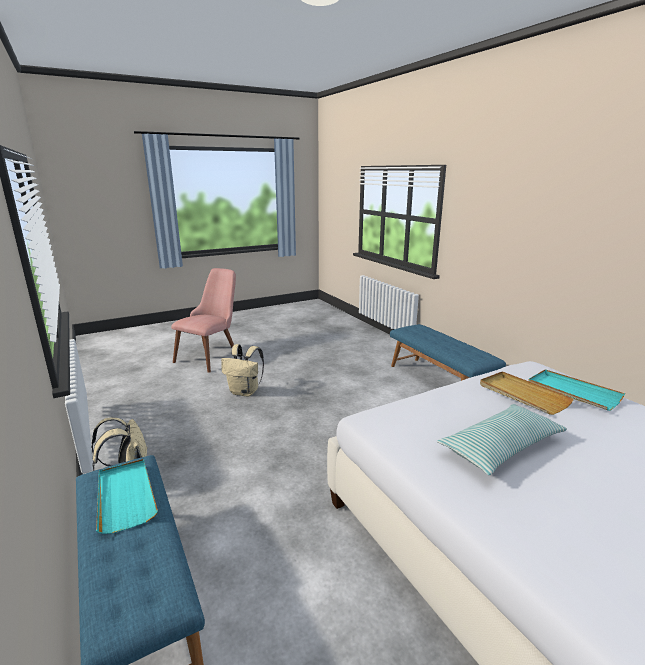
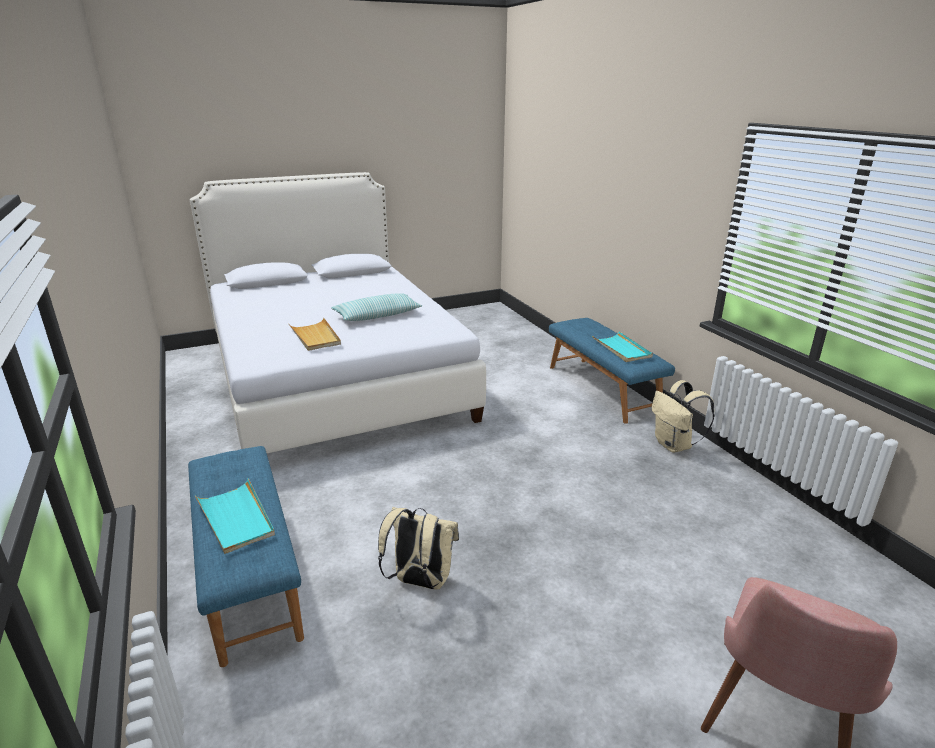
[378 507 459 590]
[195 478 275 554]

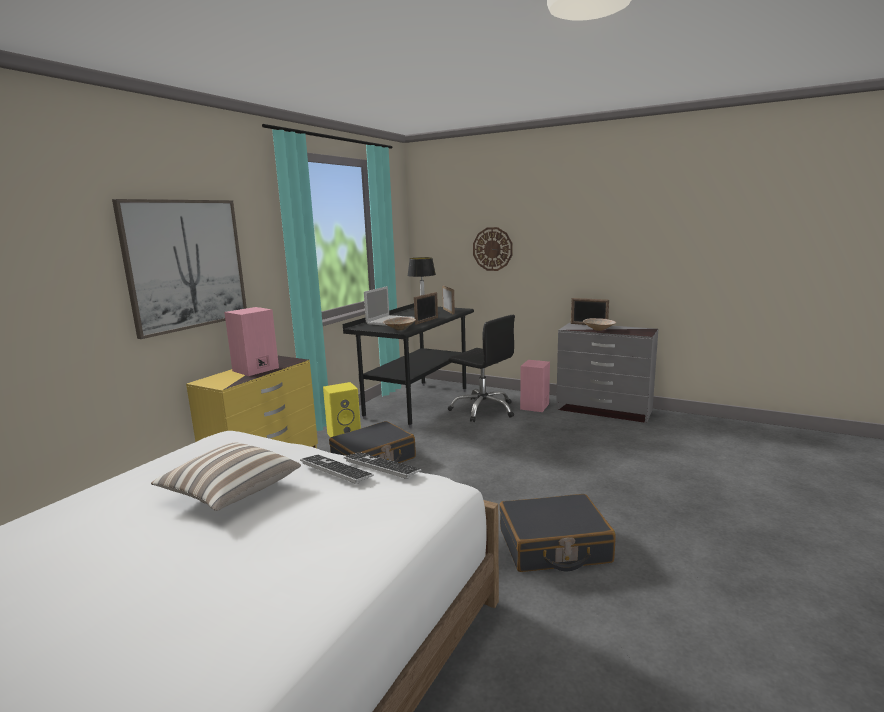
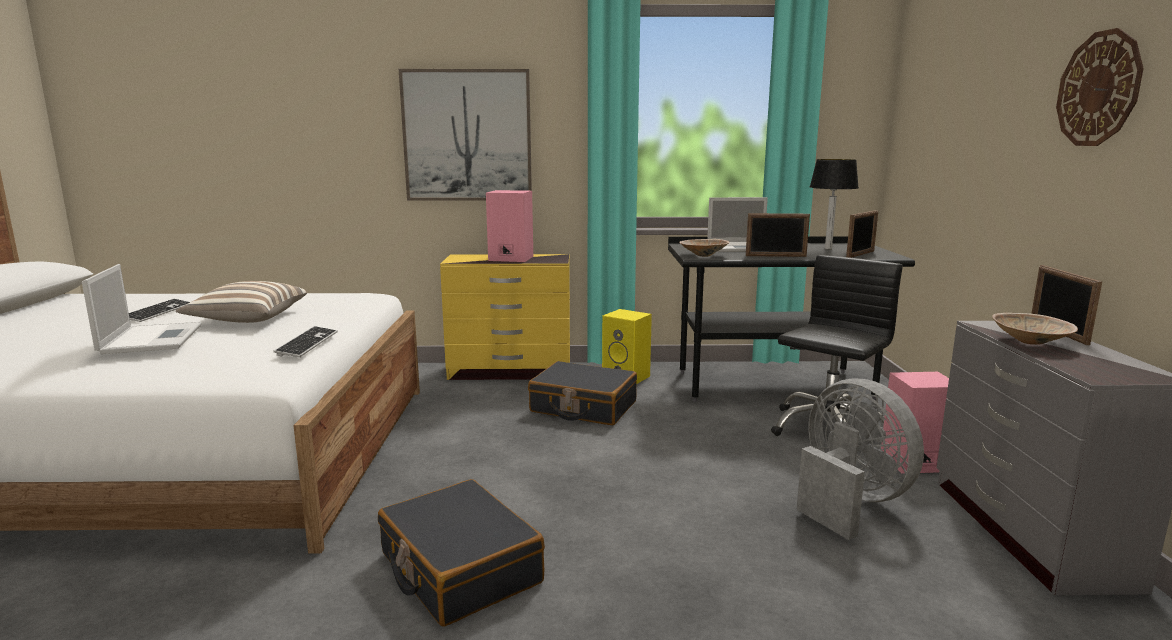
[129 299 190 322]
[771 255 903 436]
[1056 28 1144 146]
[82 264 201 354]
[797 378 924 540]

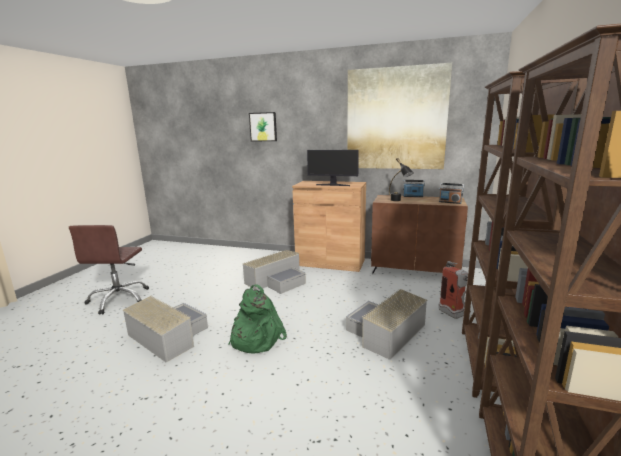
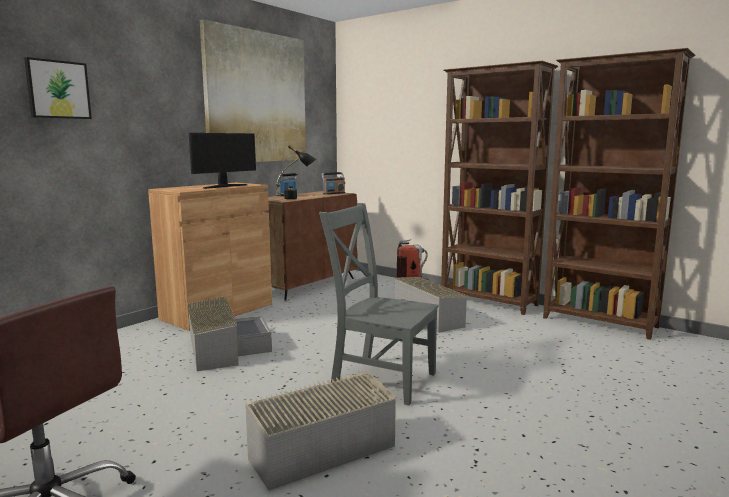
[319 203 439 405]

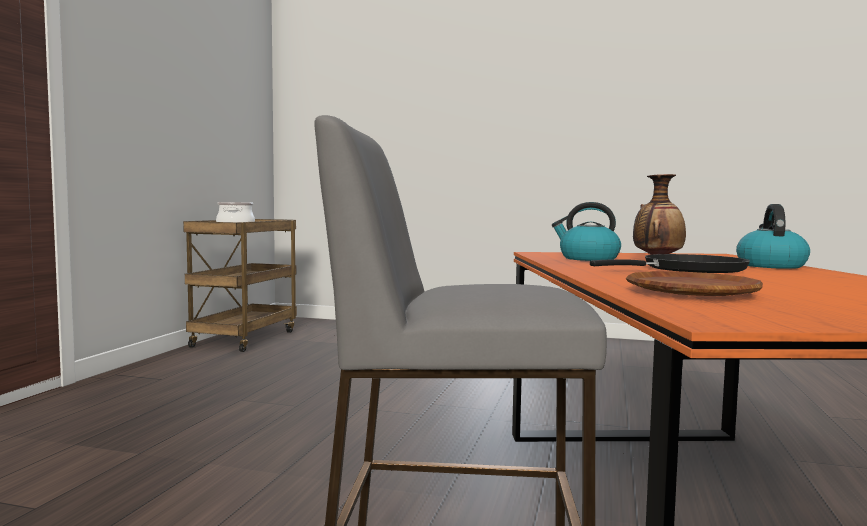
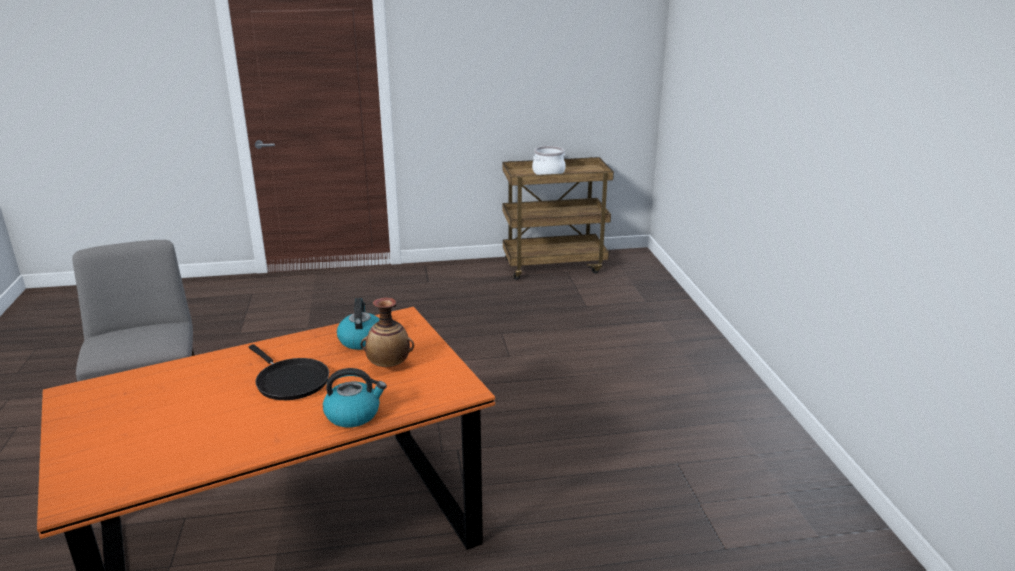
[626 271 763 296] (first image)

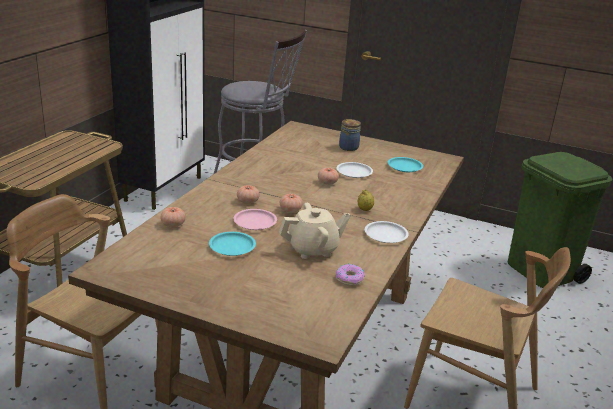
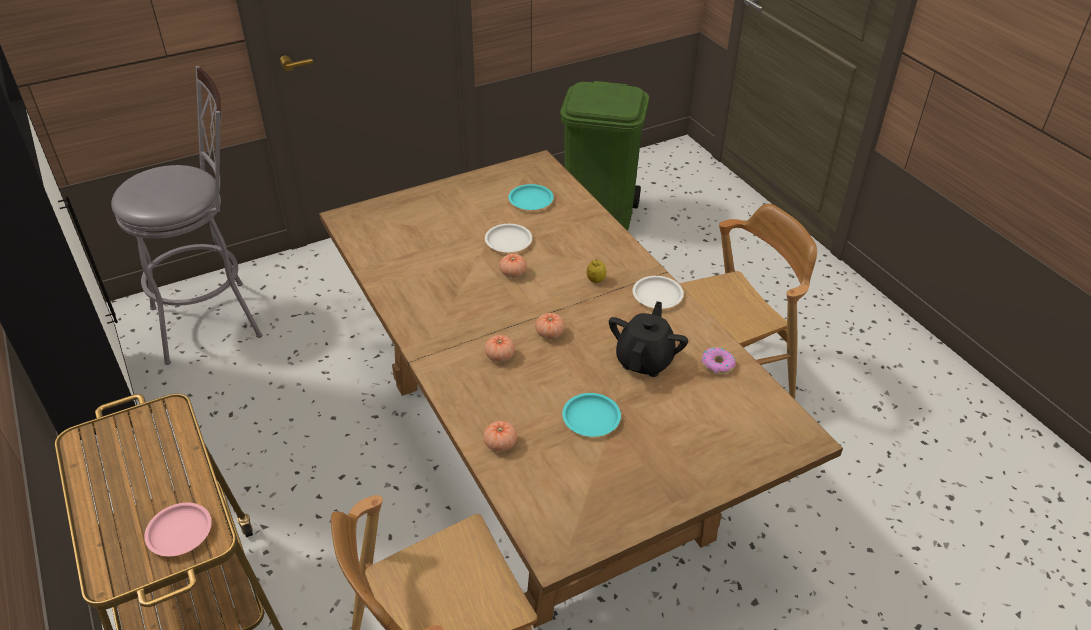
[144 502 212 556]
[609 301 688 377]
[339 119 361 151] (first image)

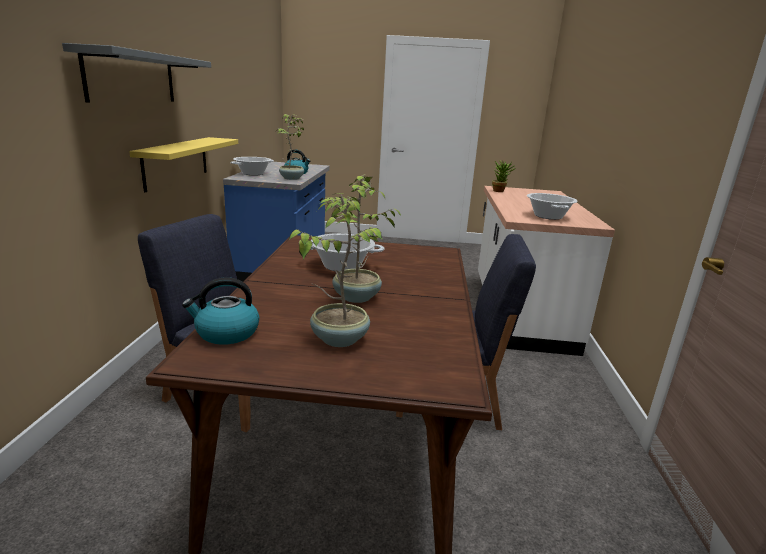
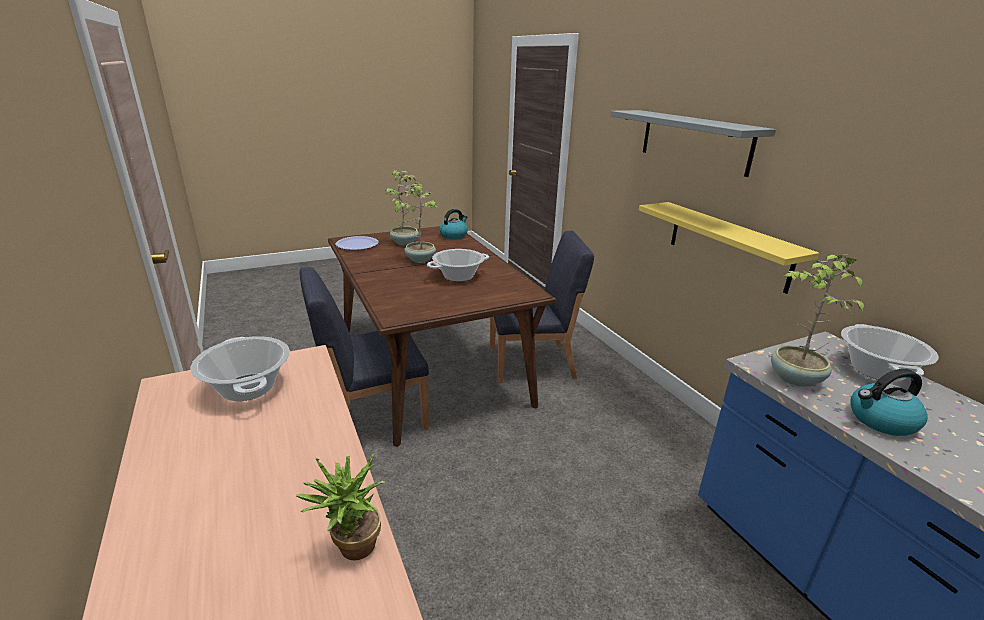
[336 236 379 250]

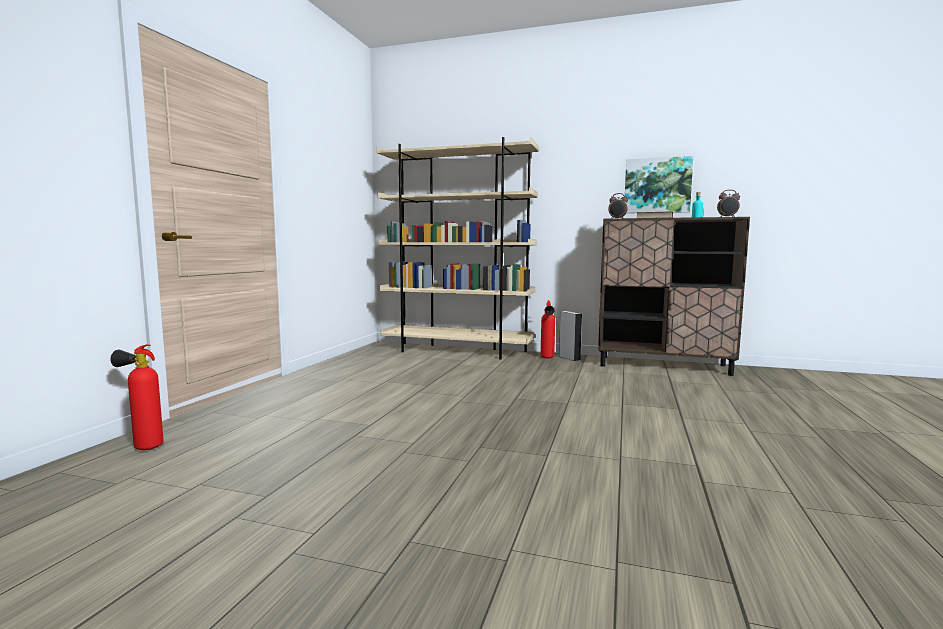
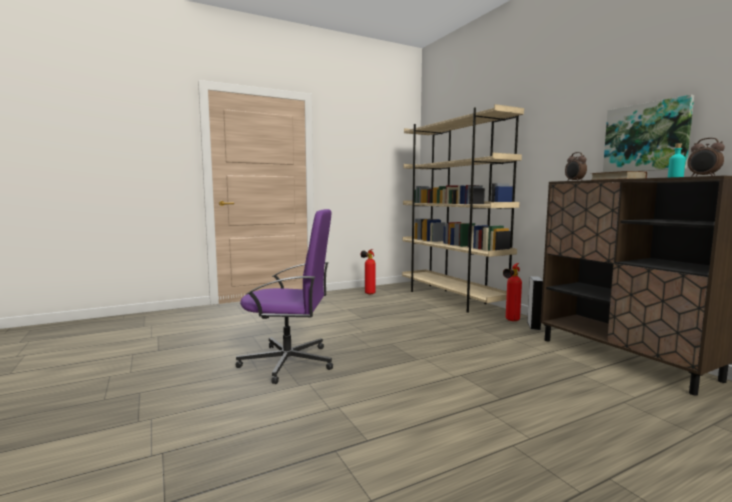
[361 249 376 294]
[235 209 333 384]

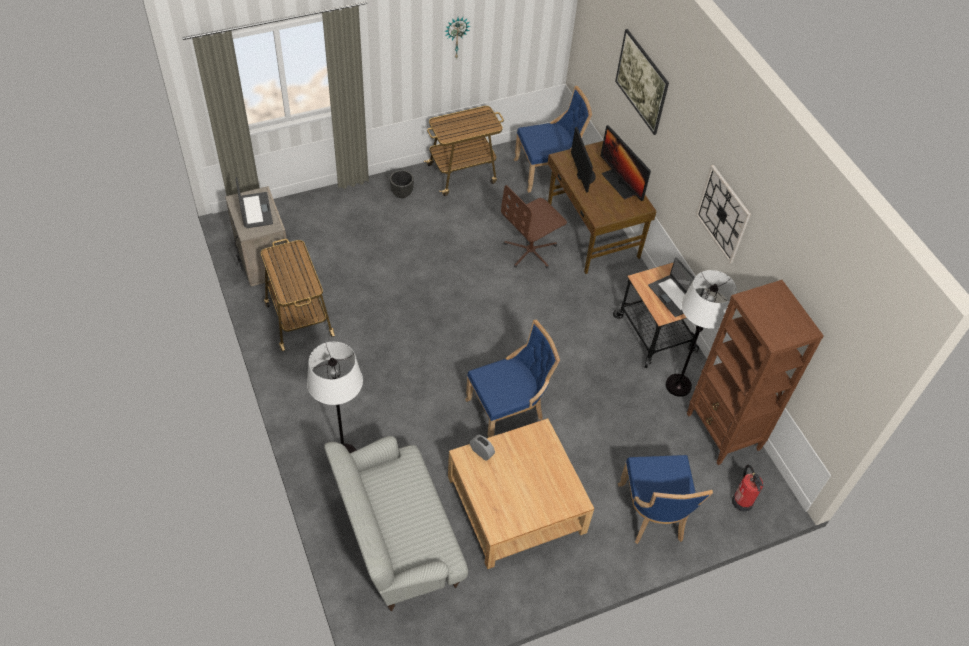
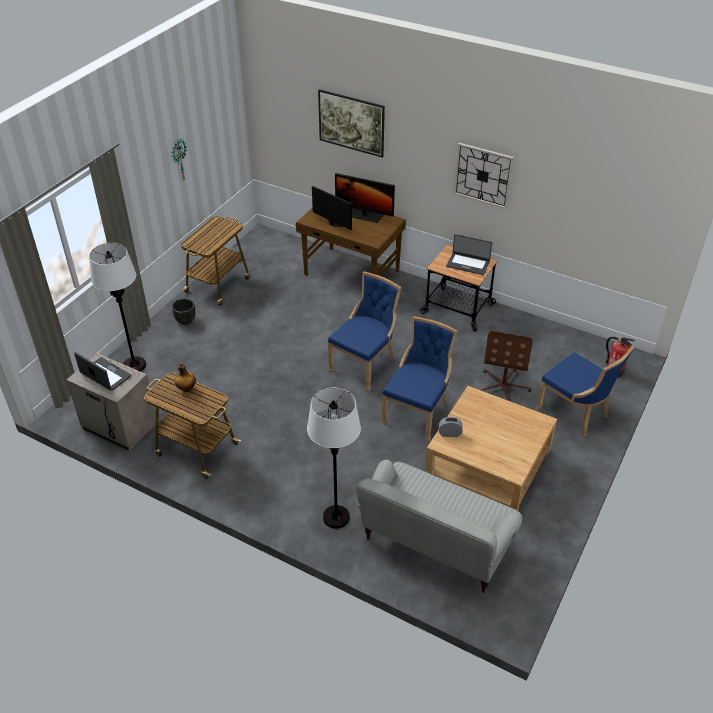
[481 331 533 401]
[328 271 402 391]
[89 243 146 372]
[687 280 824 465] (first image)
[175 364 196 392]

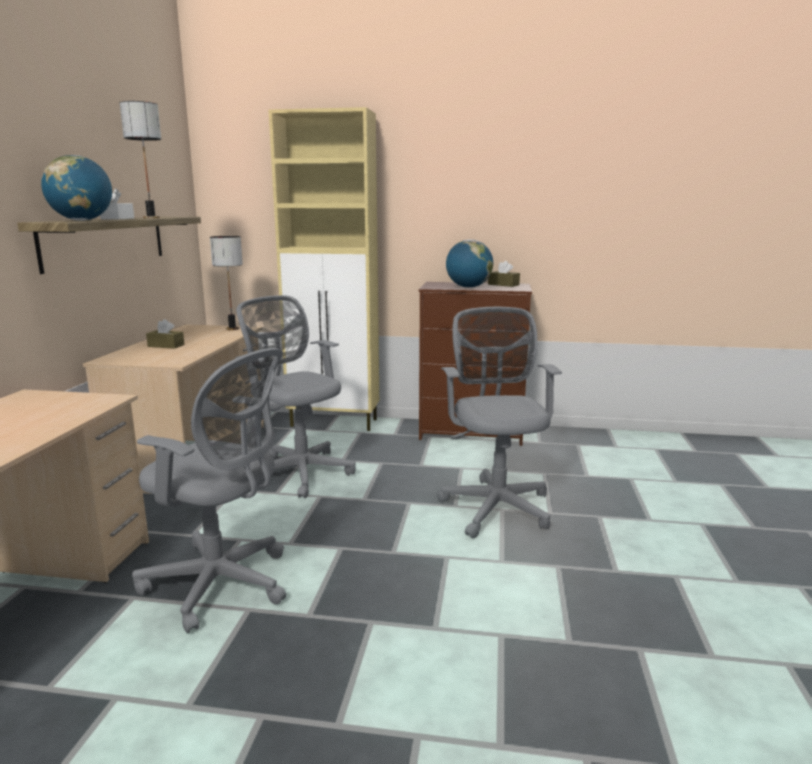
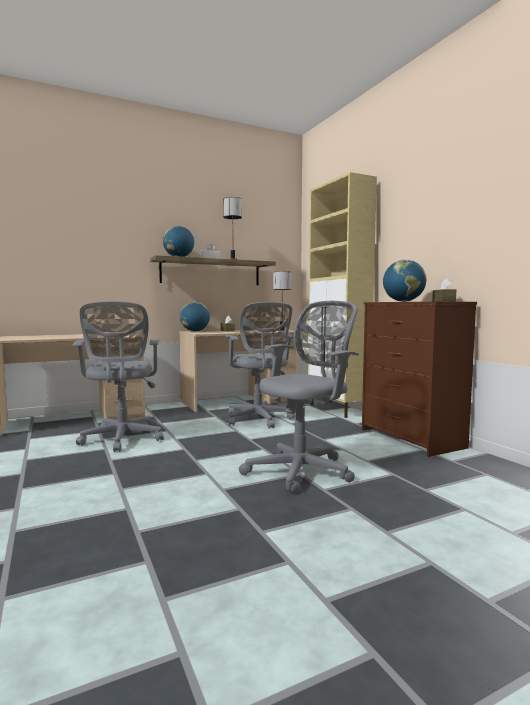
[225 302 295 429]
[180 301 210 331]

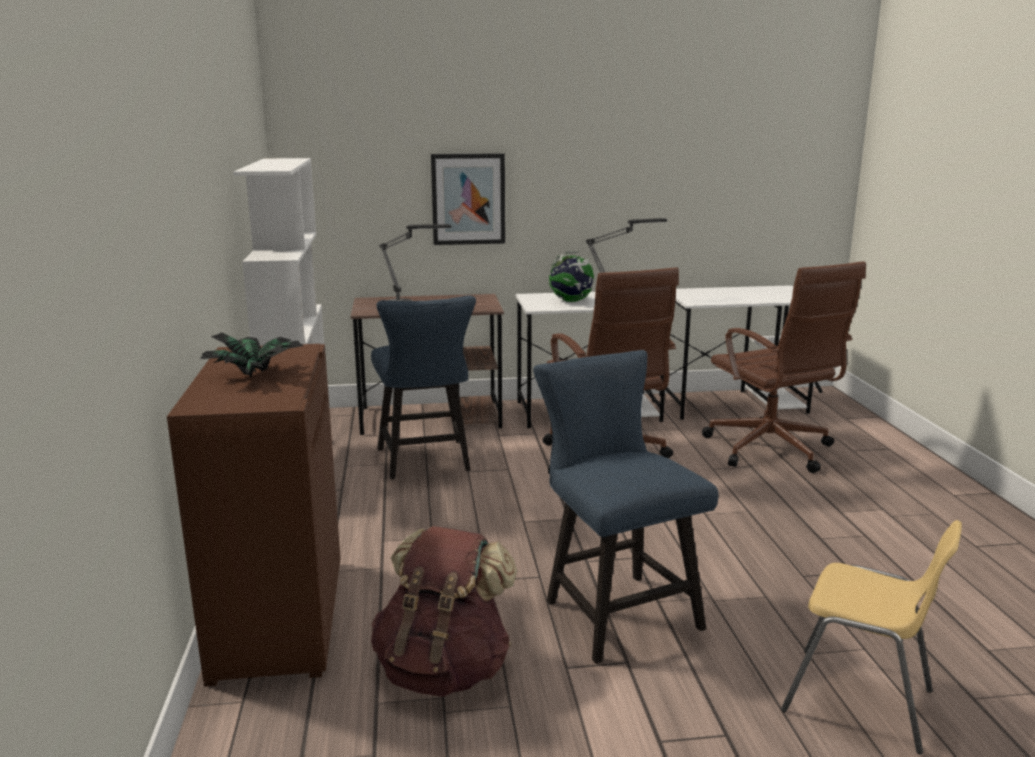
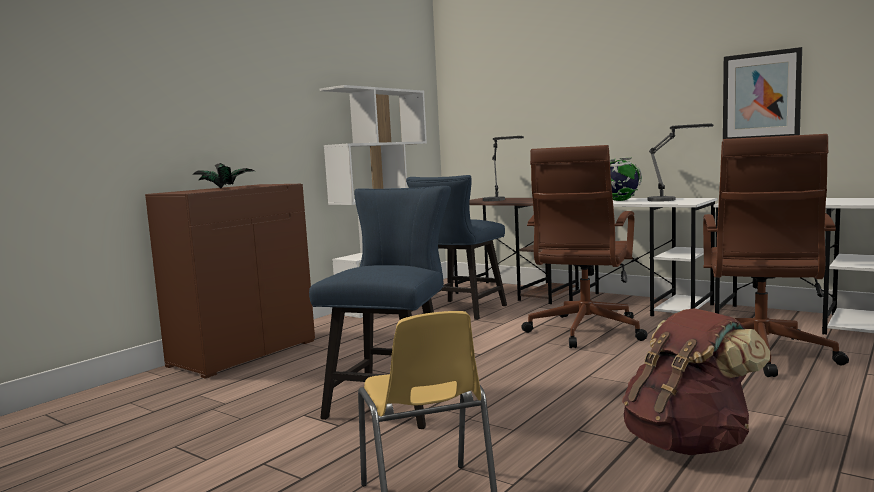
[622 308 770 455]
[723 47 802 139]

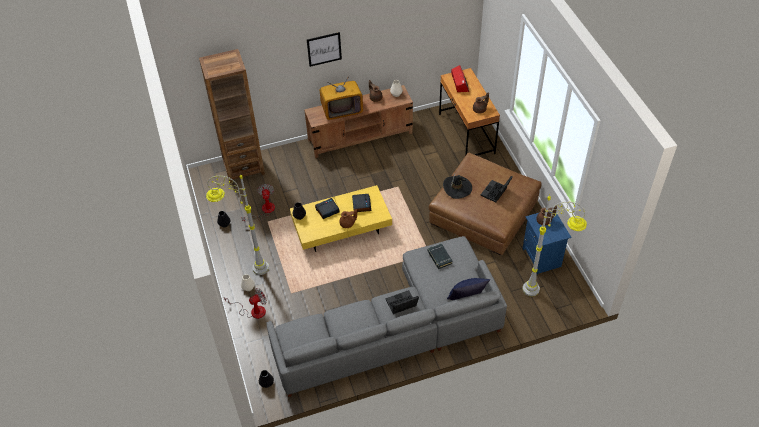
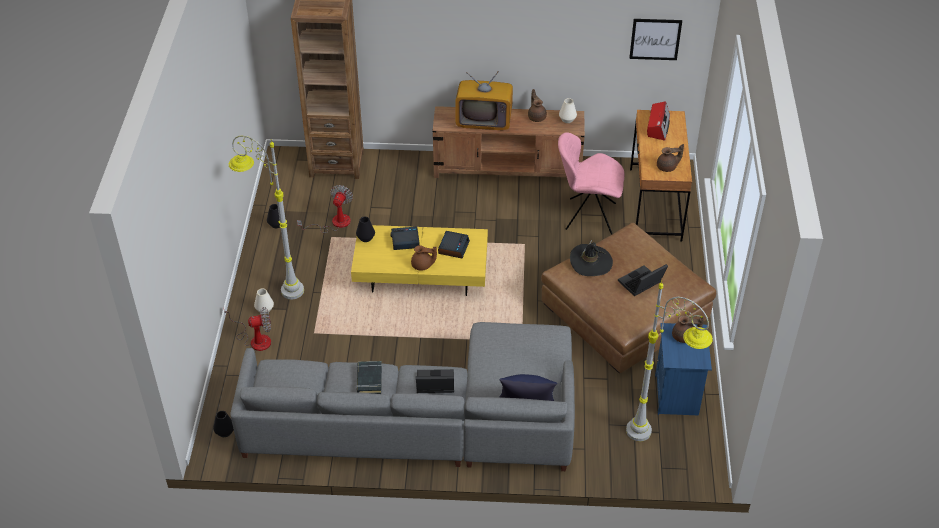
[629 19 682 60]
[356 361 382 394]
[558 132 625 235]

